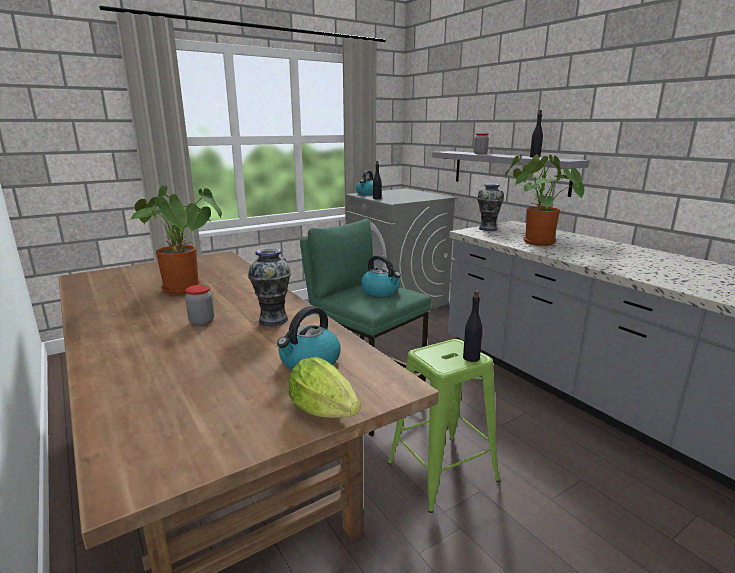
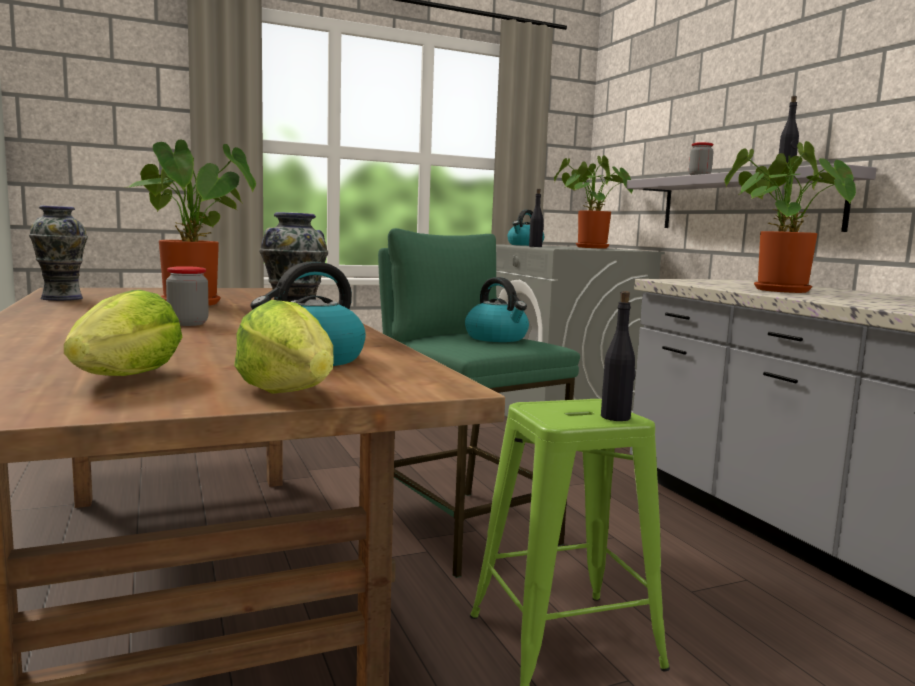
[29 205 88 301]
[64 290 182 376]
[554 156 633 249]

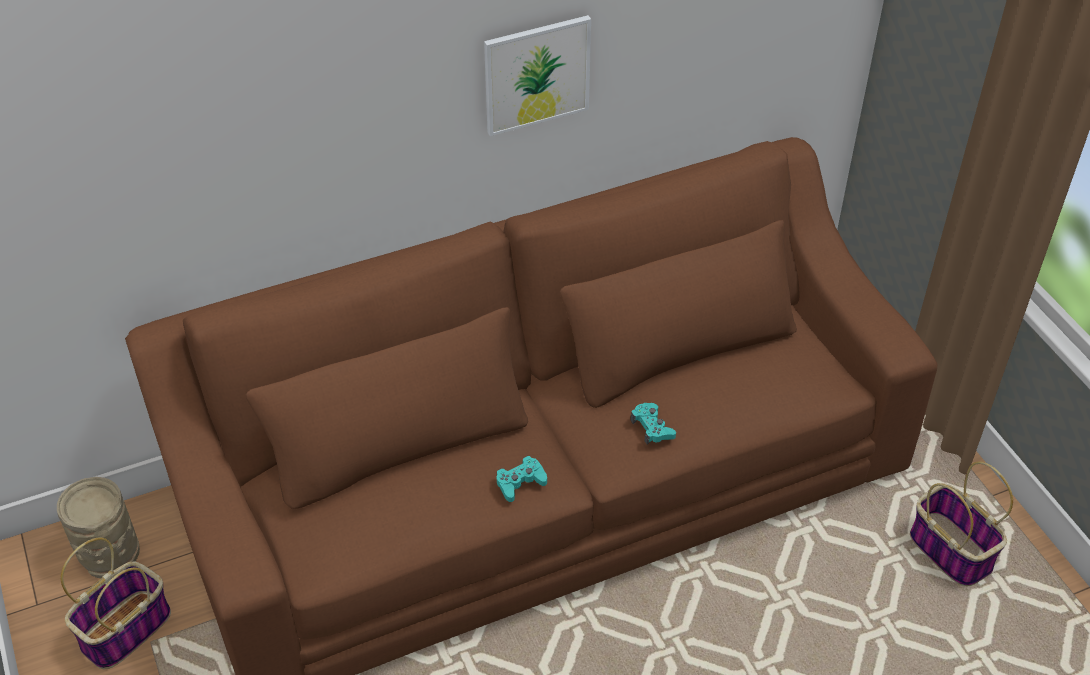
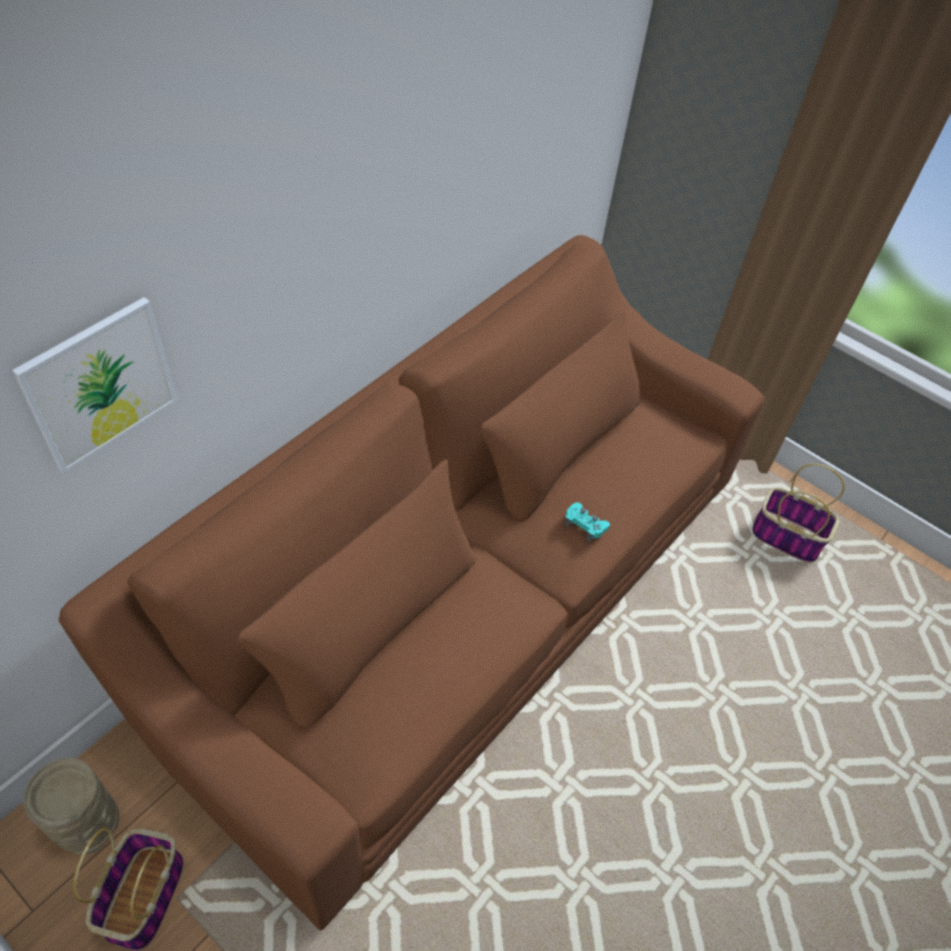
[12 297 178 473]
[497 456 547 502] (first image)

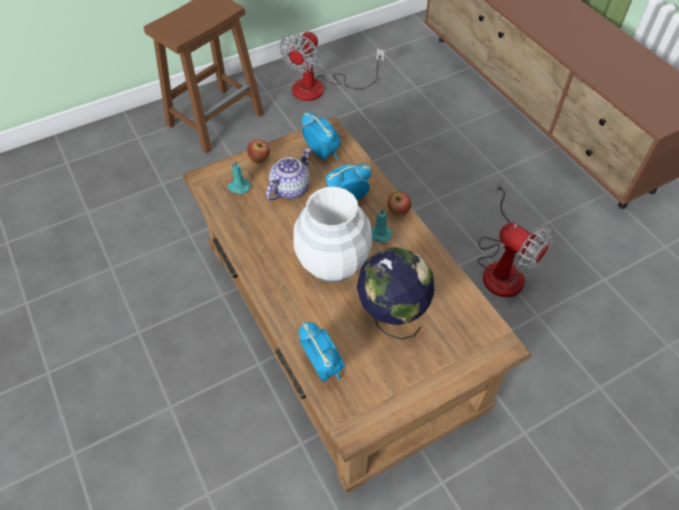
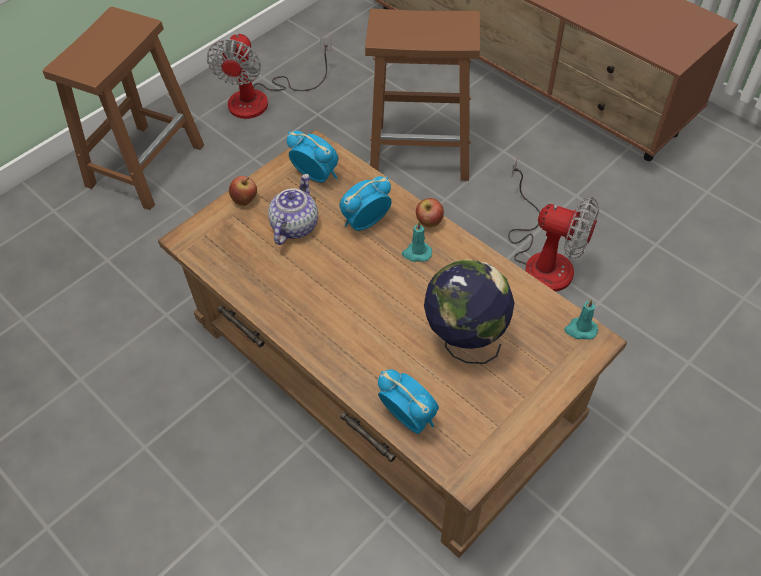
[564 299 598 340]
[293 187 372 282] (first image)
[365 9 480 181]

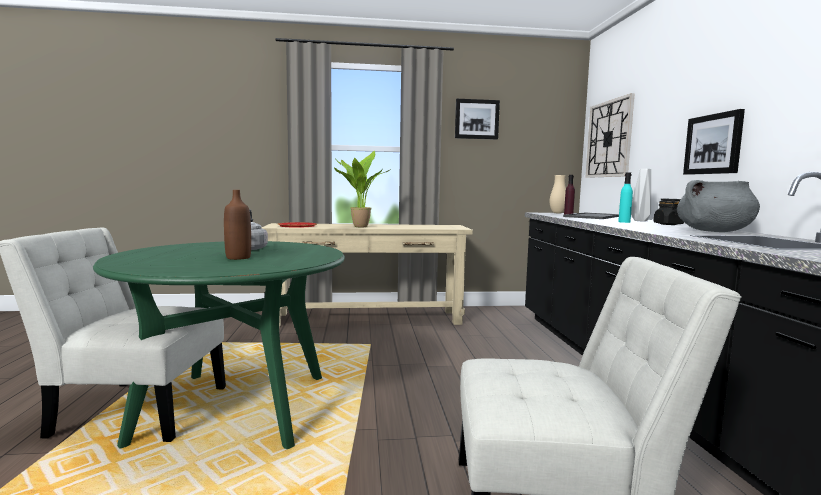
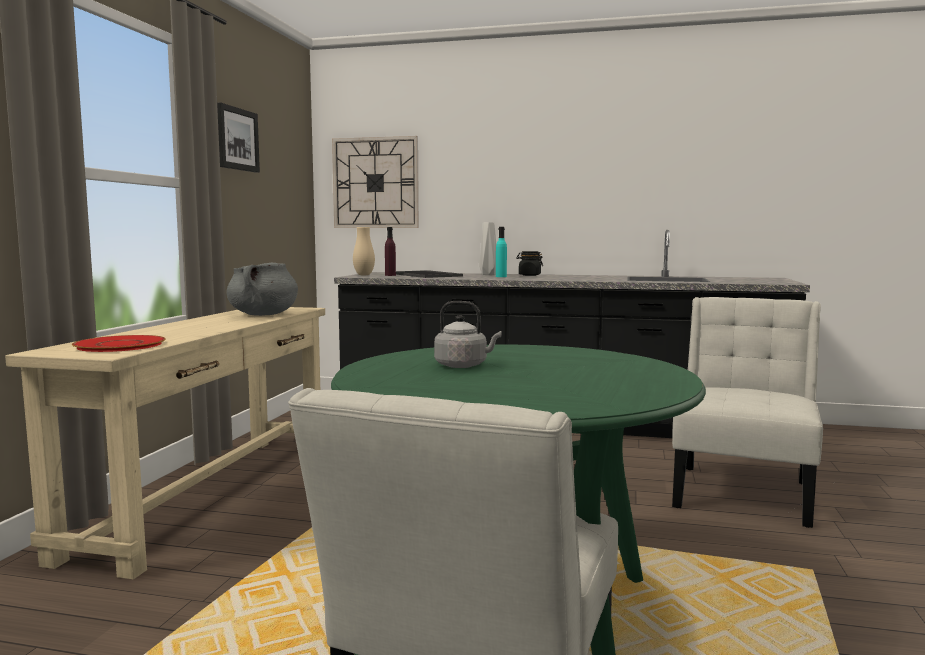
[224 190 251 260] (first image)
[334 151 393 227] (first image)
[226 263 298 316]
[683 109 745 175] (first image)

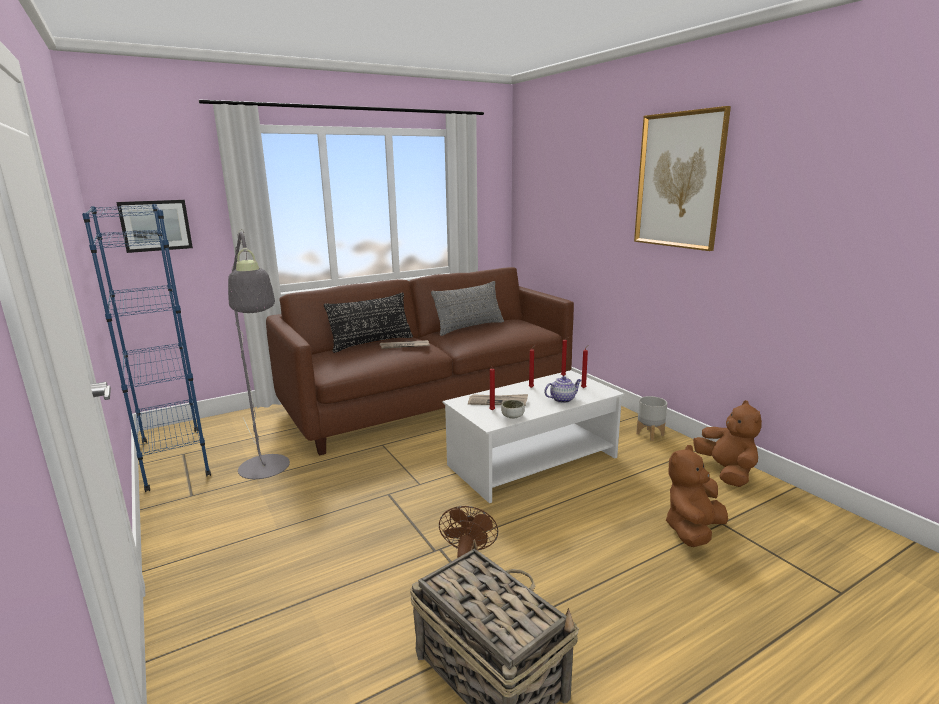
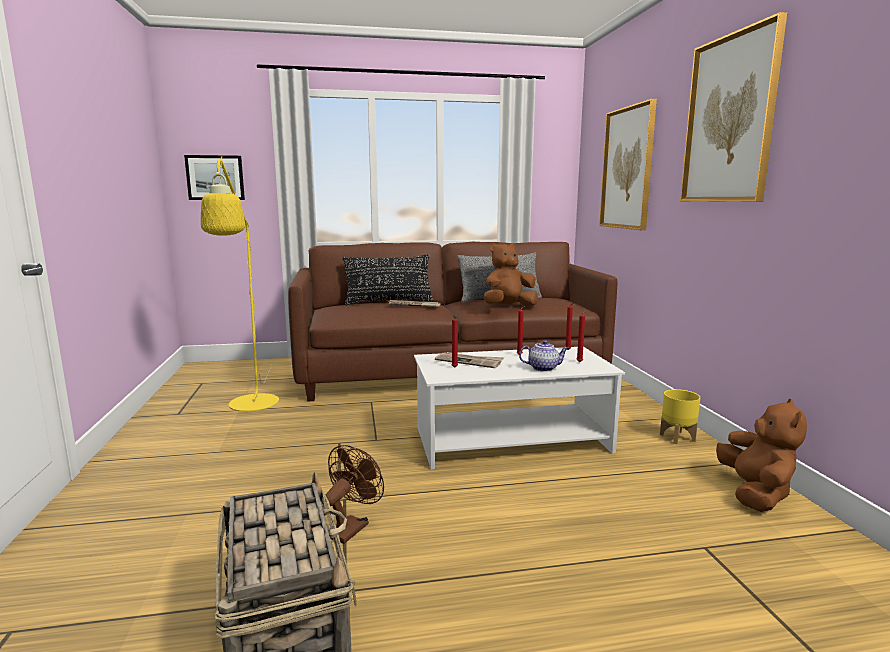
[82 204 211 492] (first image)
[201 156 279 411]
[501 400 525 419] (first image)
[660 389 700 444]
[484 243 538 306]
[599 99 657 230]

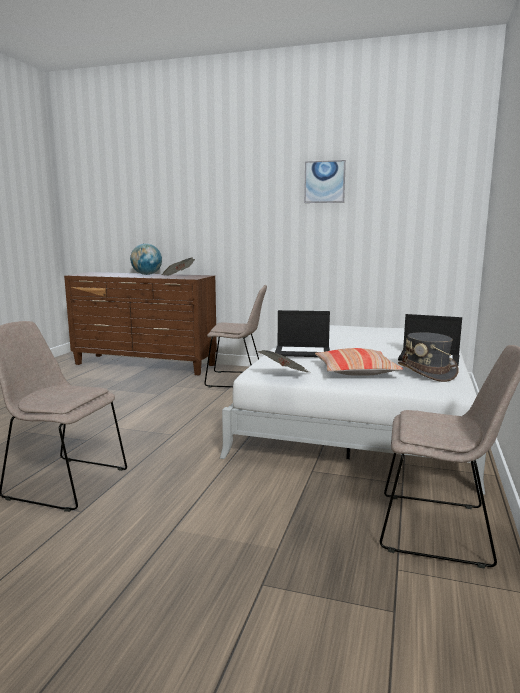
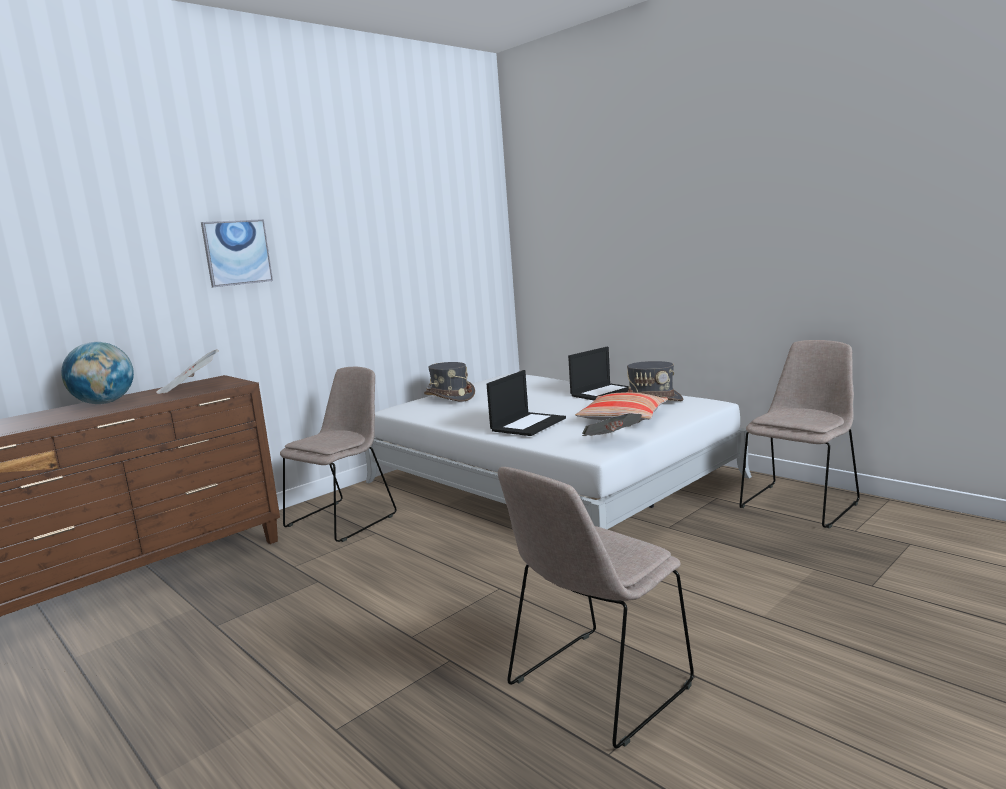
[201 219 273 287]
[424 362 475 402]

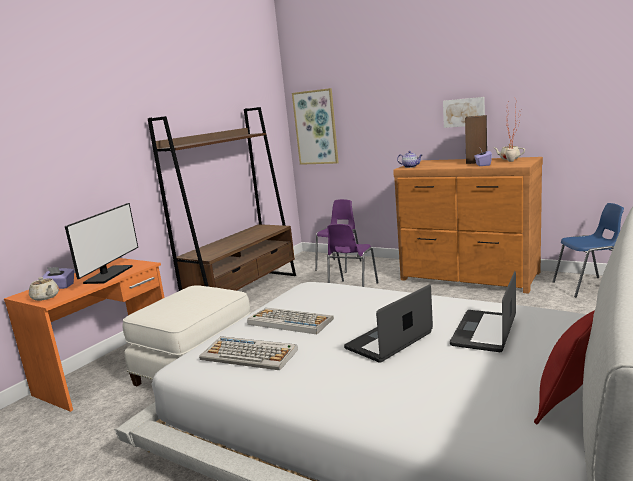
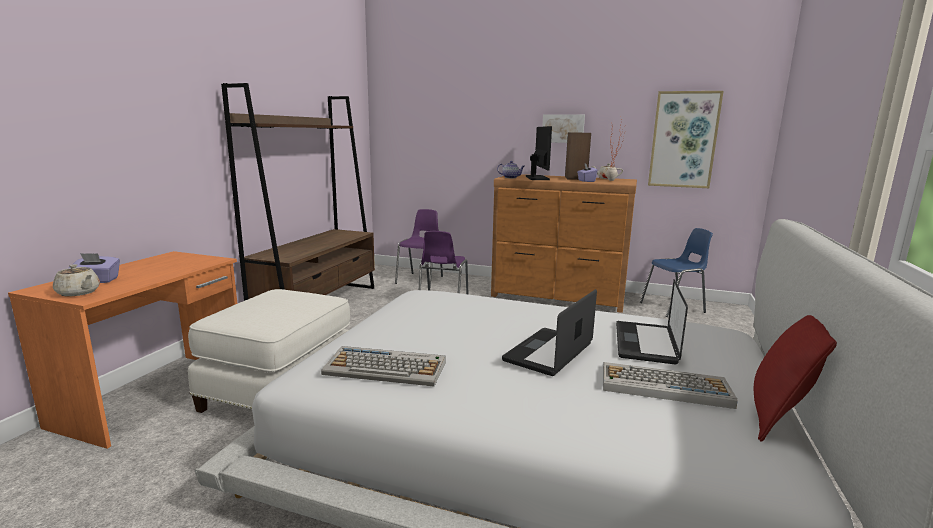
[526 126 552 180]
[603 362 737 409]
[648 91 724 188]

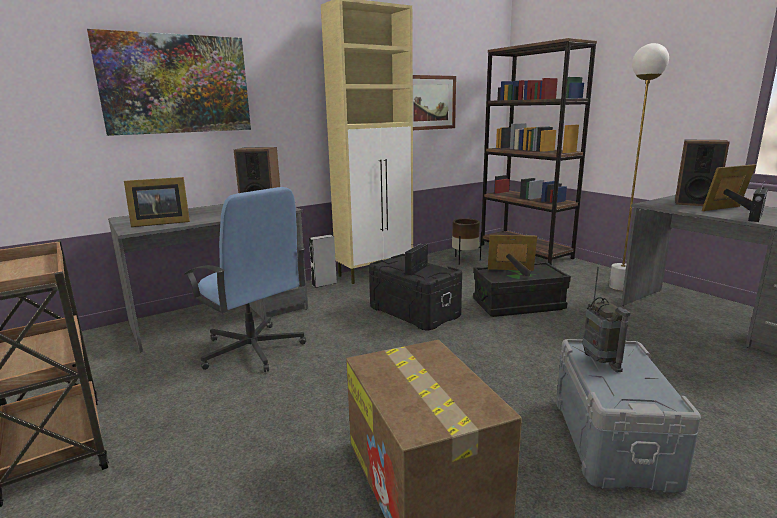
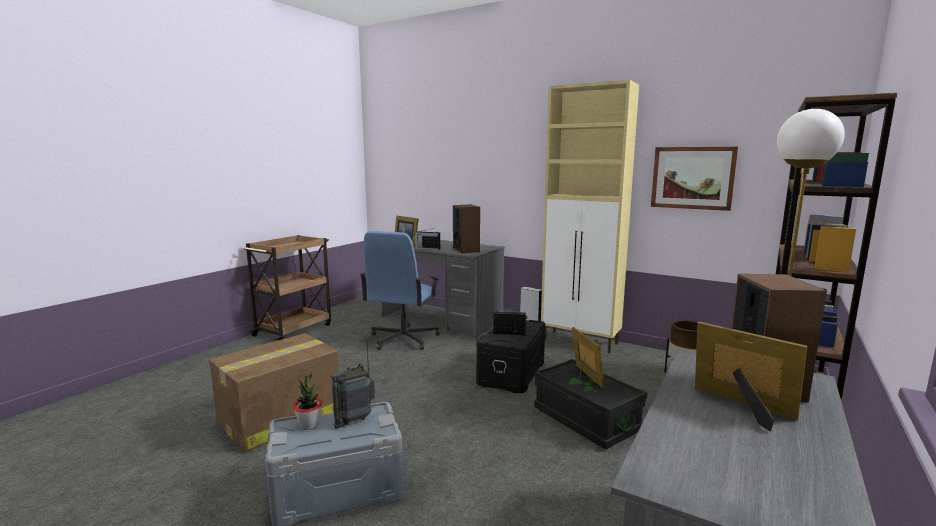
[87 29 251 136] (first image)
[414 228 440 250]
[293 371 322 430]

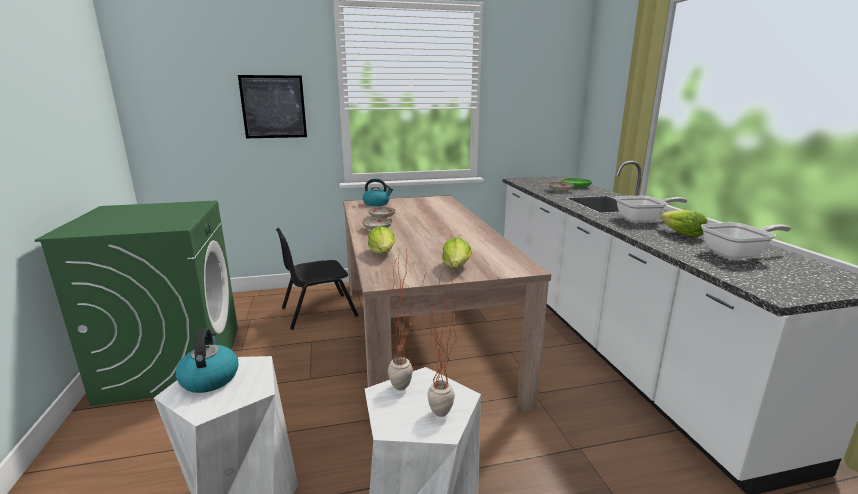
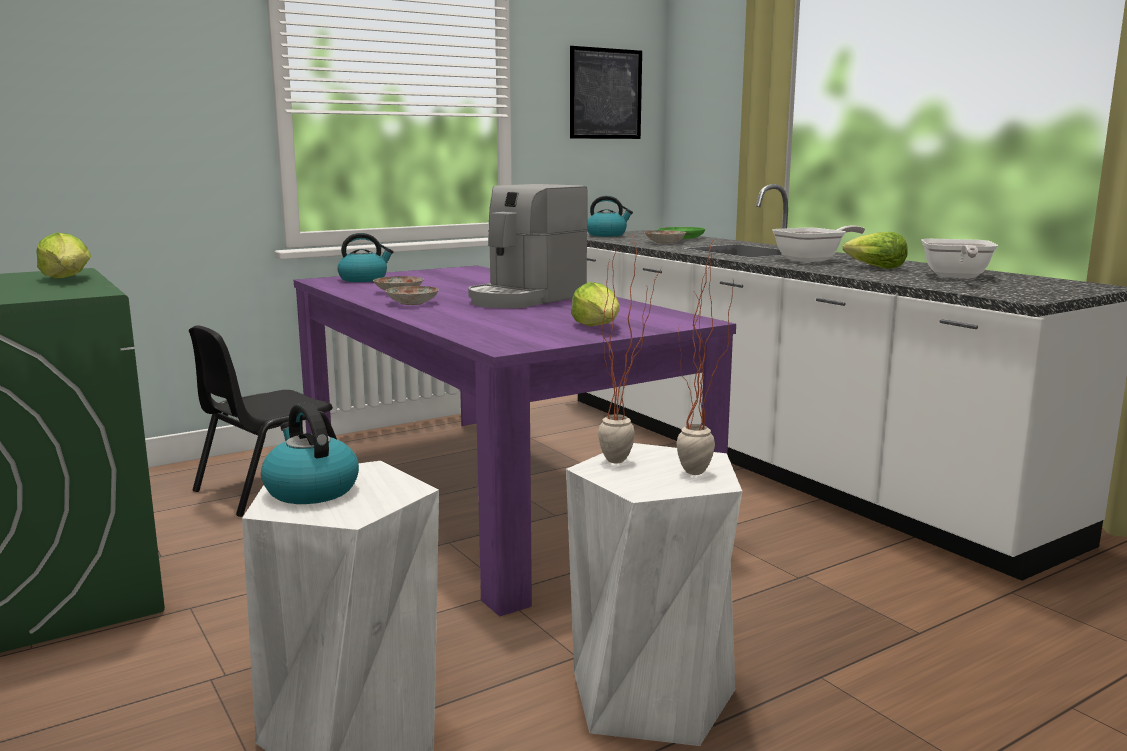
[570 46 642 139]
[294 266 736 616]
[36 233 91 278]
[921 239 998 278]
[468 184 588 308]
[587 196 633 237]

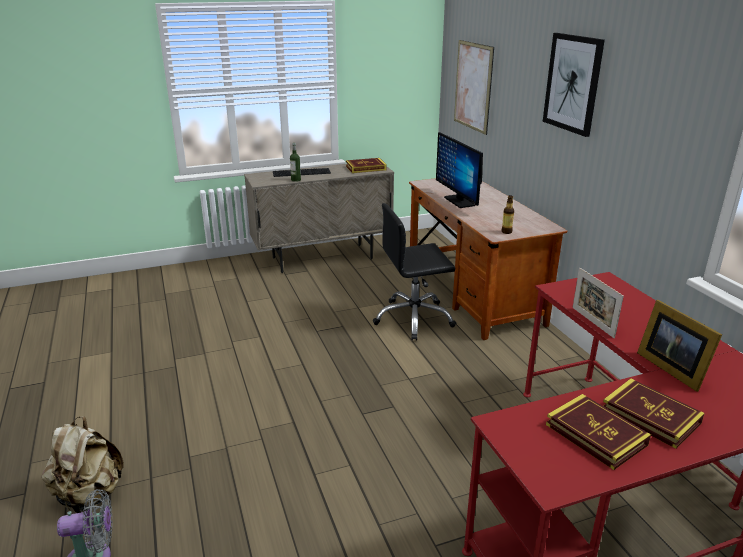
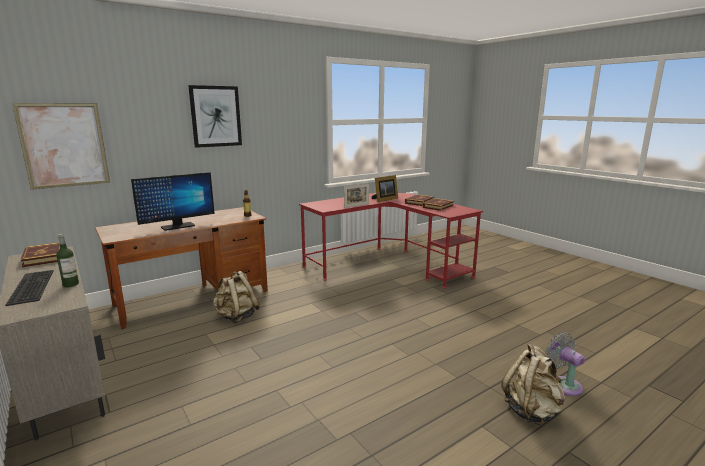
[213 271 260 324]

